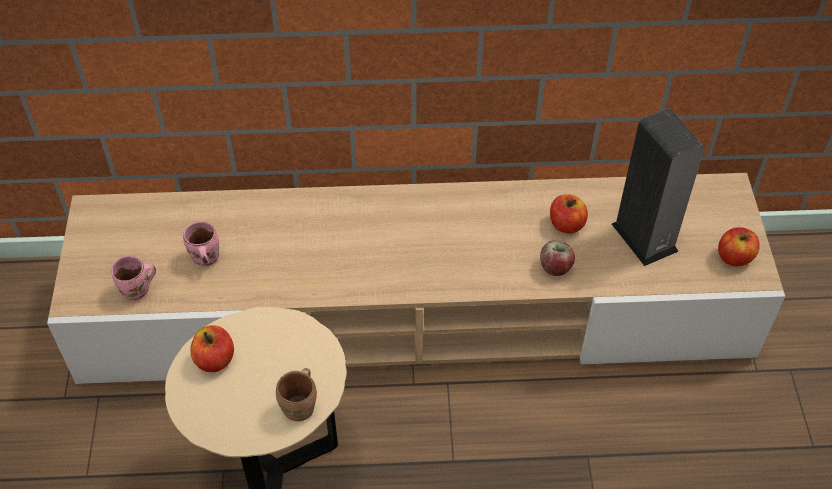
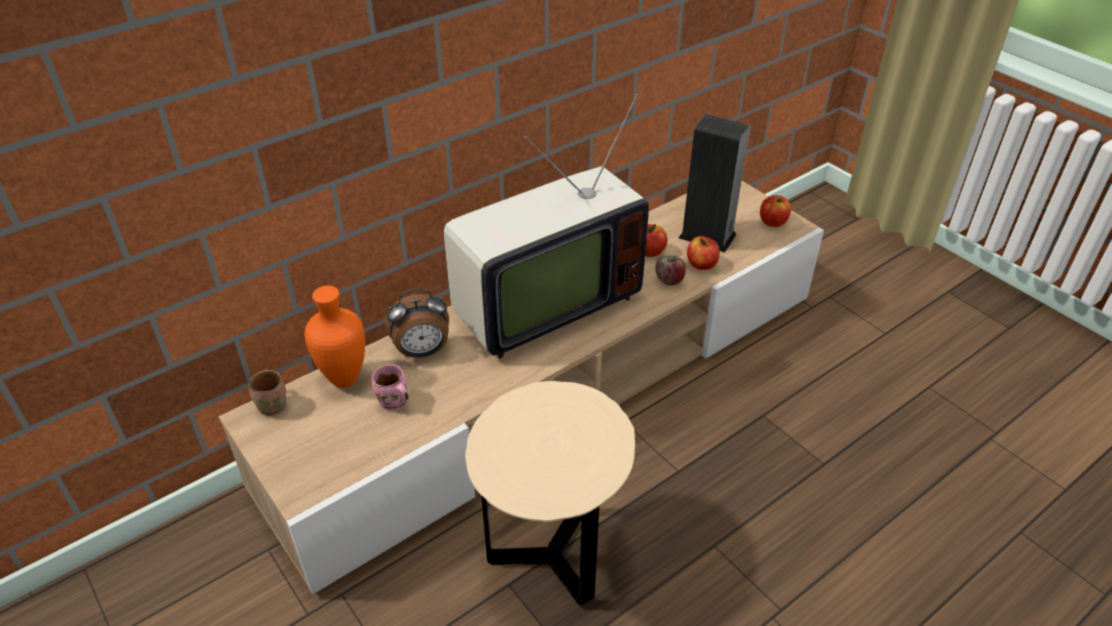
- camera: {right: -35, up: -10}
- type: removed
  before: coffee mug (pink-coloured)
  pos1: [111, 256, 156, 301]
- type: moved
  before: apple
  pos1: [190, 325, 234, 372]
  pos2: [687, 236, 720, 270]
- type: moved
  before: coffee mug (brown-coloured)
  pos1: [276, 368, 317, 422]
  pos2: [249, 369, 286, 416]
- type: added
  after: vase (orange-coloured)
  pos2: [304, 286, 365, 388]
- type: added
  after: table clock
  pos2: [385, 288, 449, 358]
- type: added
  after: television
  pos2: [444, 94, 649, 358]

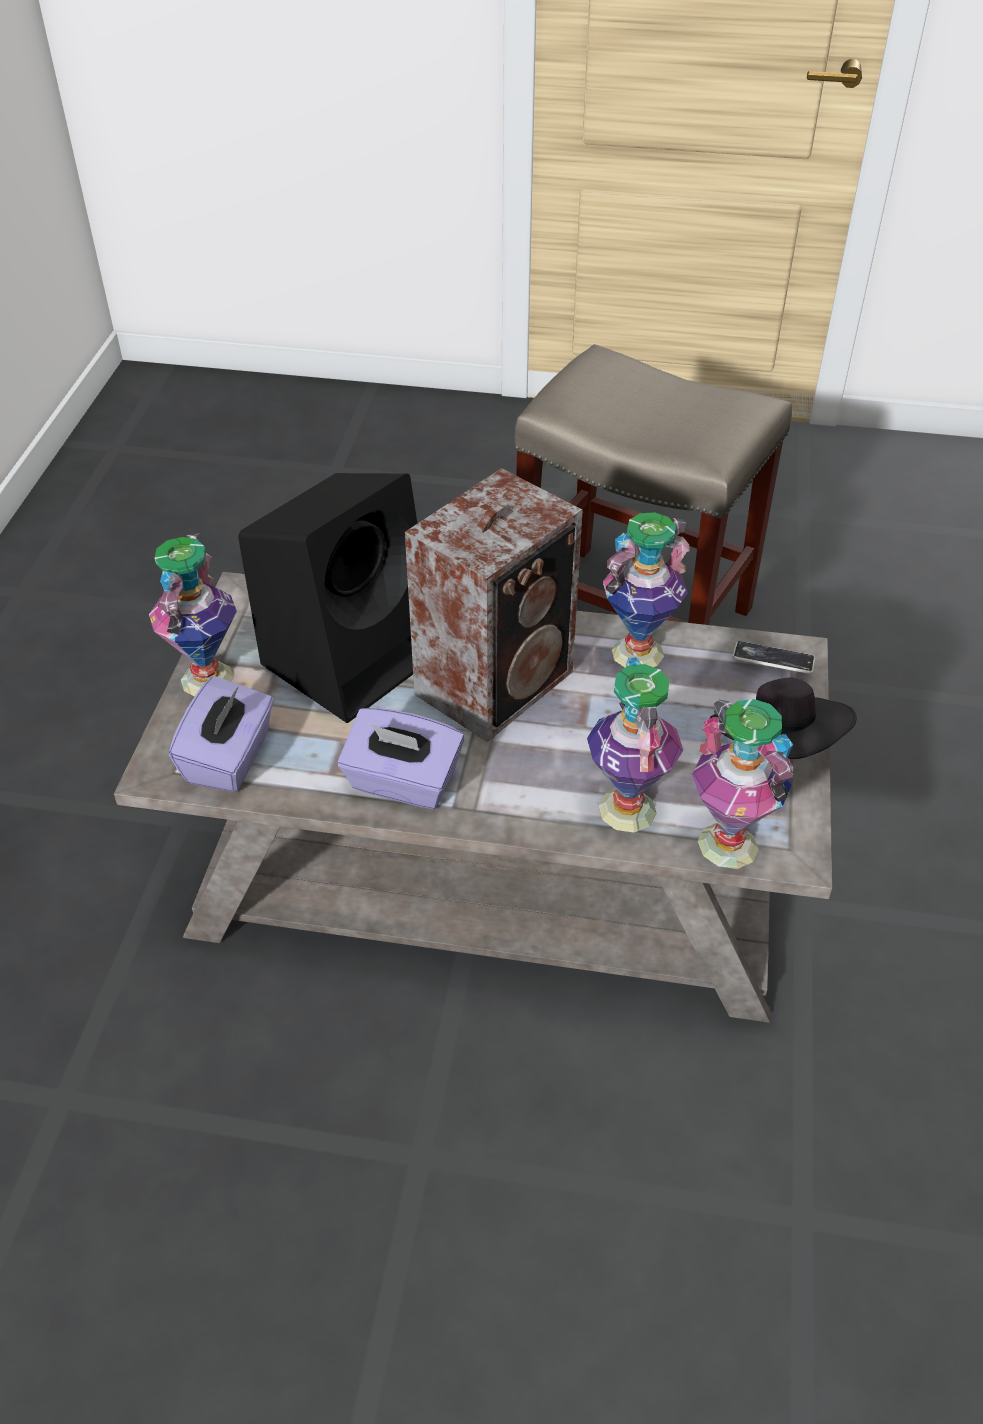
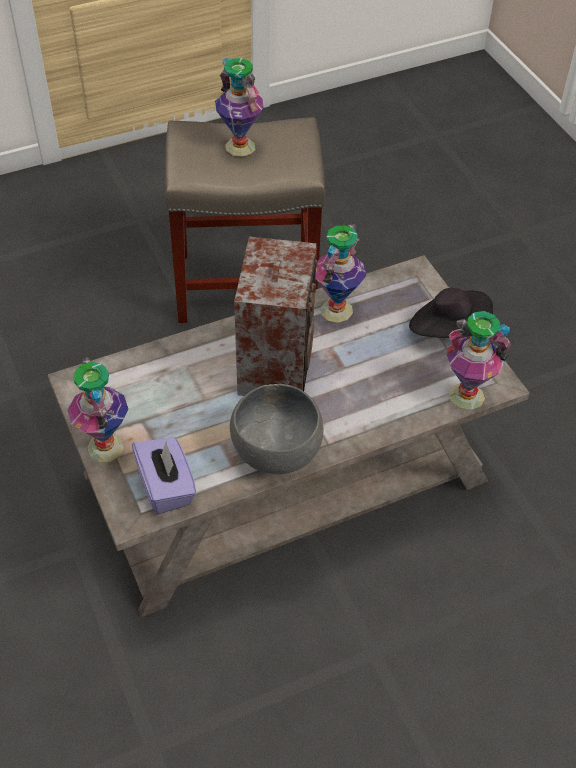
- camera: {right: -35, up: 5}
- type: removed
  before: loudspeaker (blackish)
  pos1: [238, 473, 417, 723]
- type: replaced
  before: tissue holder (purple-coloured)
  after: bowl (grey)
  pos1: [338, 708, 464, 809]
  pos2: [230, 384, 323, 474]
- type: moved
  before: vase
  pos1: [587, 657, 683, 832]
  pos2: [215, 58, 264, 157]
- type: removed
  before: phone
  pos1: [733, 641, 815, 674]

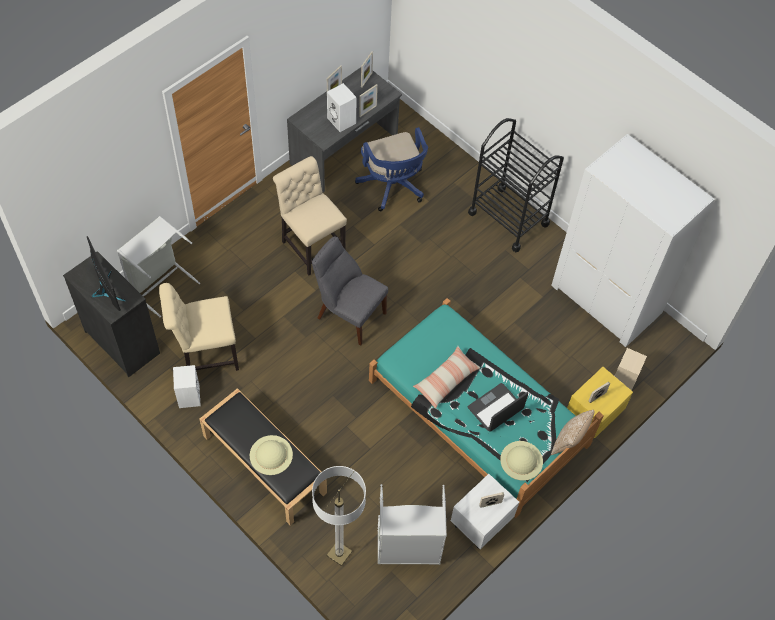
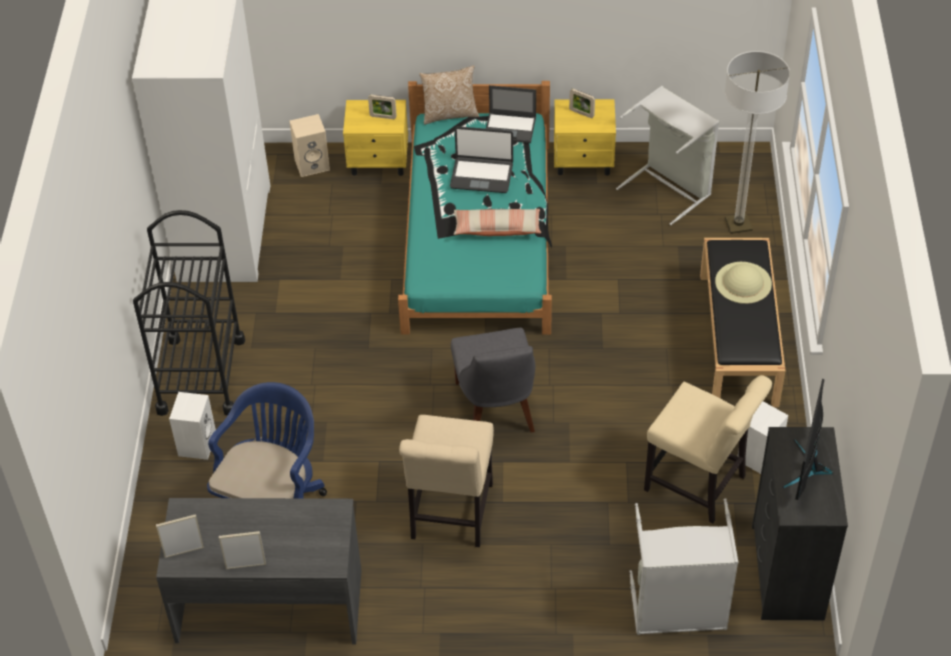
- camera: {right: -130, up: -10}
- type: moved
  before: loudspeaker (white-coloured)
  pos1: [327, 83, 357, 132]
  pos2: [169, 392, 216, 460]
- type: removed
  before: picture frame
  pos1: [359, 84, 378, 117]
- type: recoloured
  before: night table (white-coloured)
  after: night table (yellowish)
  pos1: [451, 474, 519, 549]
  pos2: [554, 99, 616, 176]
- type: replaced
  before: wearable hat (sand-coloured)
  after: notebook computer
  pos1: [500, 441, 543, 481]
  pos2: [486, 85, 536, 143]

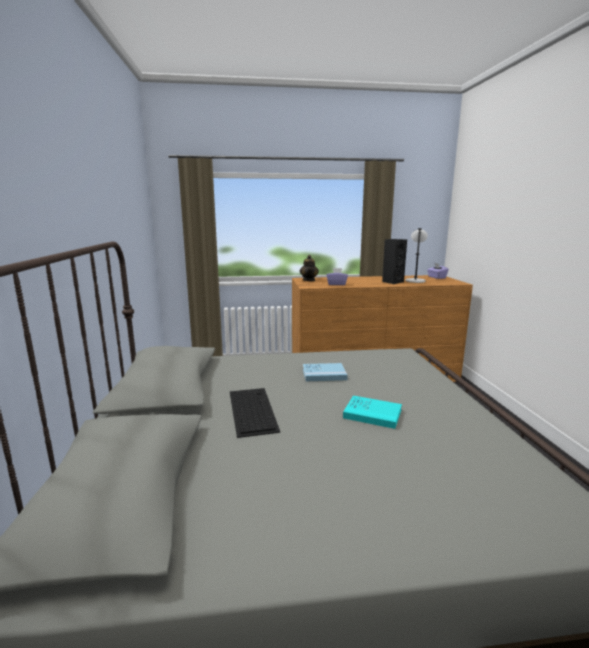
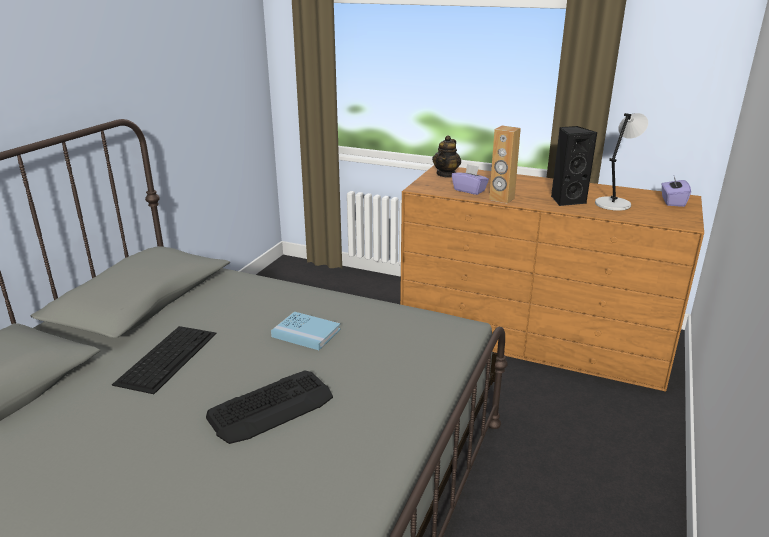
- camera: {right: 30, up: 10}
- type: replaced
  before: book (turquoise)
  after: computer keyboard
  pos1: [343, 396, 402, 429]
  pos2: [206, 370, 333, 444]
- type: added
  after: loudspeaker (brown-coloured)
  pos2: [489, 126, 521, 204]

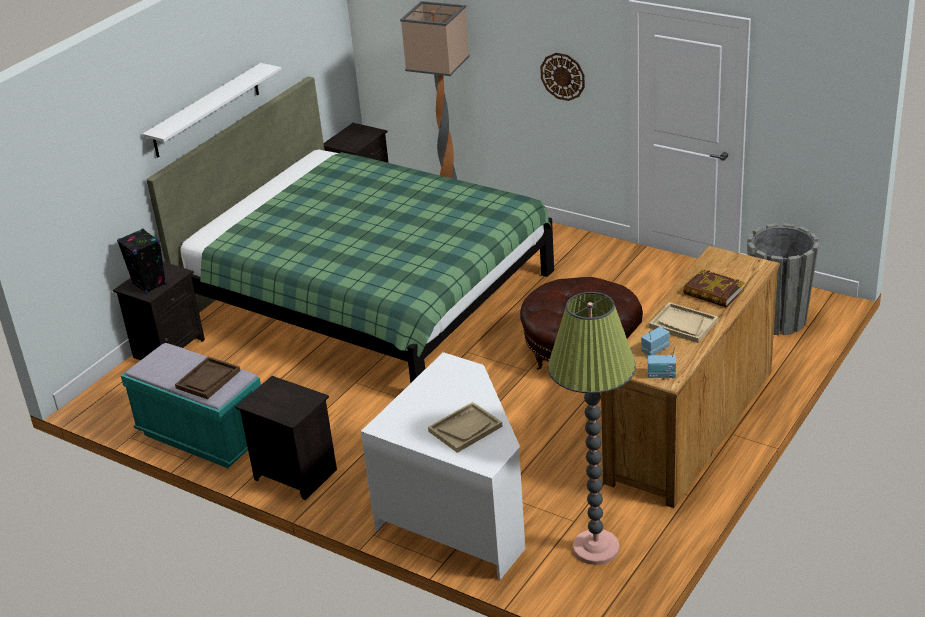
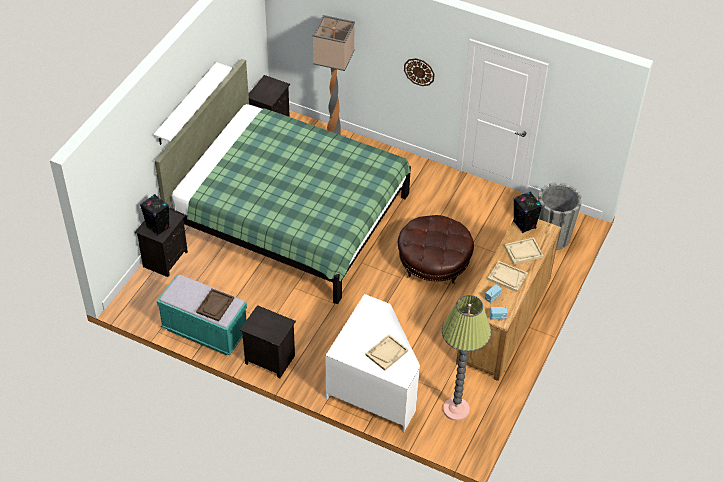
- camera: {right: -10, up: 15}
- type: replaced
  before: book
  after: carrying tray (sand-coloured)
  pos1: [683, 269, 745, 308]
  pos2: [504, 237, 544, 265]
- type: added
  after: loudspeaker (blackish)
  pos2: [513, 191, 542, 233]

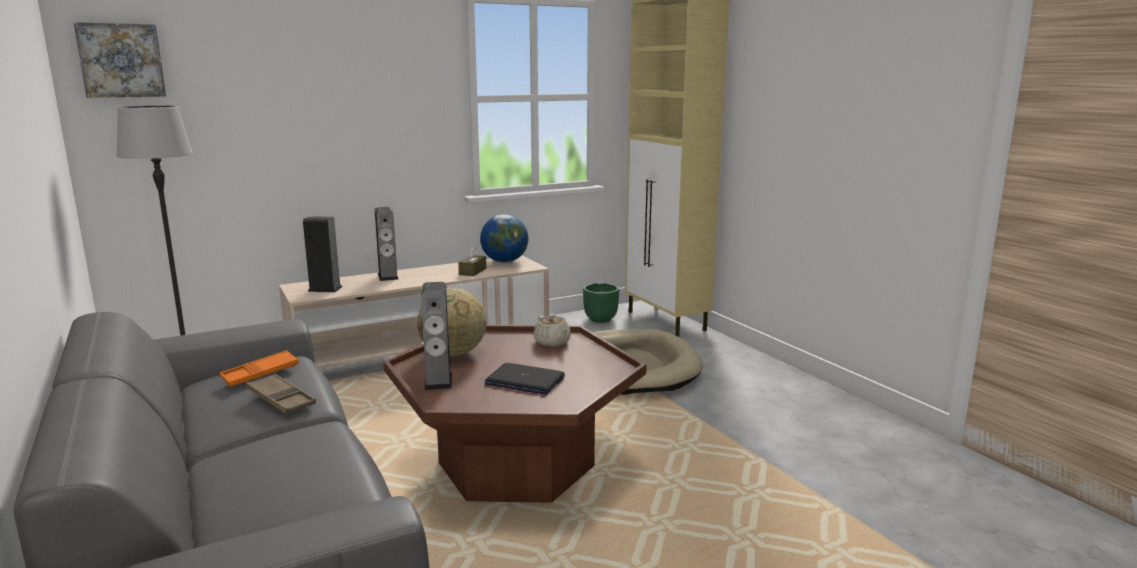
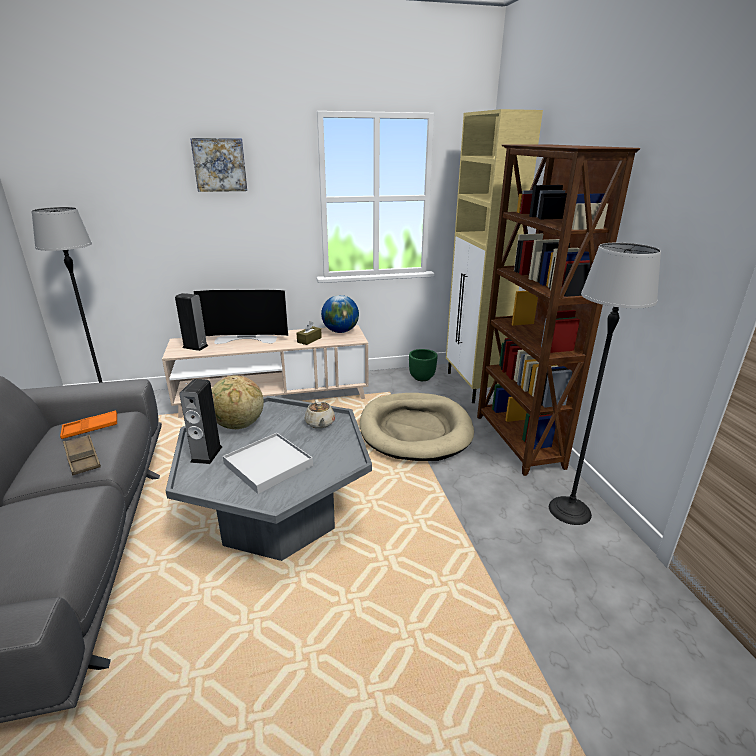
- camera: {right: 15, up: 10}
- type: moved
  before: wall art
  pos1: [74, 22, 166, 98]
  pos2: [190, 138, 247, 192]
- type: replaced
  before: loudspeaker
  after: television
  pos1: [375, 207, 399, 281]
  pos2: [193, 289, 289, 344]
- type: recoloured
  before: coffee table (brown-coloured)
  after: coffee table (grey)
  pos1: [383, 325, 647, 503]
  pos2: [166, 396, 372, 561]
- type: replaced
  before: notebook computer
  after: carrying tray (white-coloured)
  pos1: [485, 363, 565, 395]
  pos2: [223, 433, 313, 494]
- type: added
  after: bookcase (brown-coloured)
  pos2: [477, 144, 640, 476]
- type: added
  after: standing lamp
  pos2: [549, 243, 661, 525]

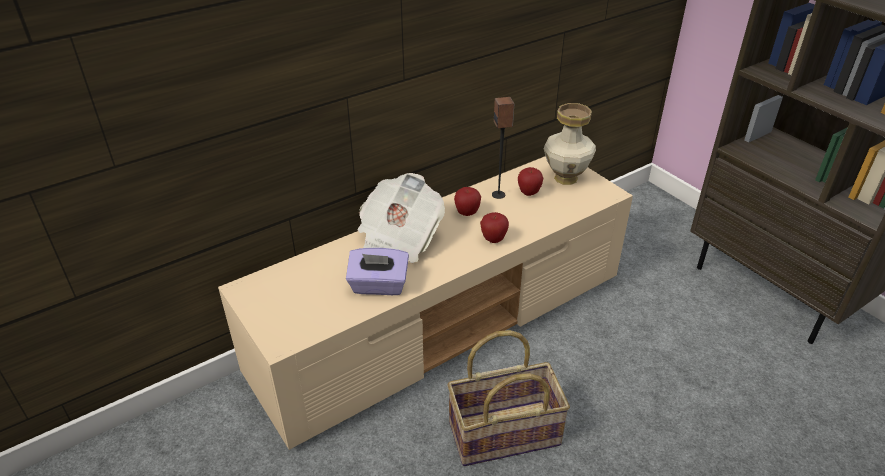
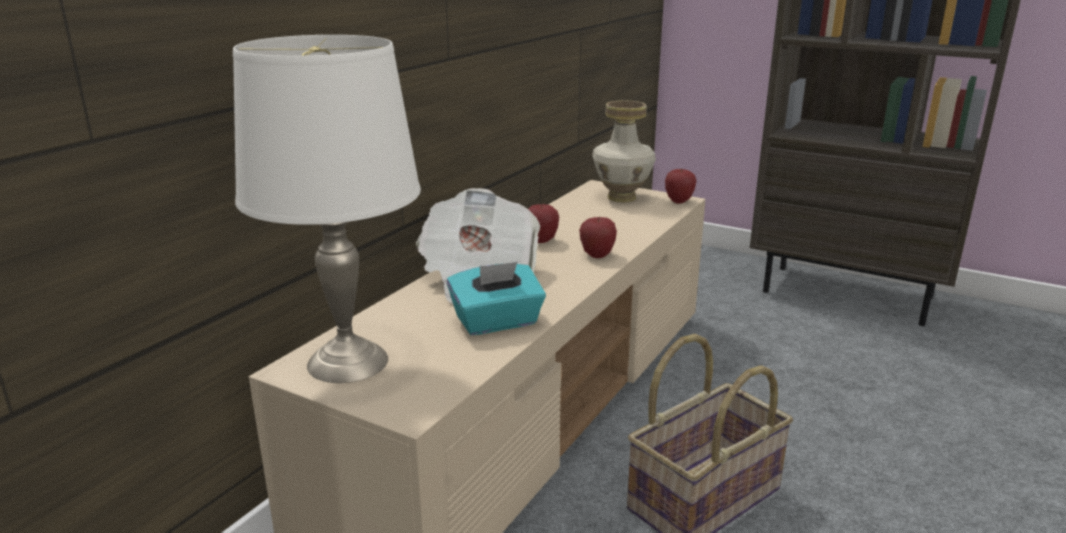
- camera: {right: -25, up: -15}
- type: recoloured
  before: tissue holder (purple-coloured)
  after: tissue holder (turquoise)
  pos1: [346, 248, 409, 295]
  pos2: [447, 262, 546, 335]
- type: removed
  before: loudspeaker
  pos1: [492, 97, 514, 199]
- type: moved
  before: apple
  pos1: [518, 167, 543, 196]
  pos2: [665, 168, 696, 204]
- type: added
  after: lamp for a table (white-coloured)
  pos2: [233, 35, 421, 383]

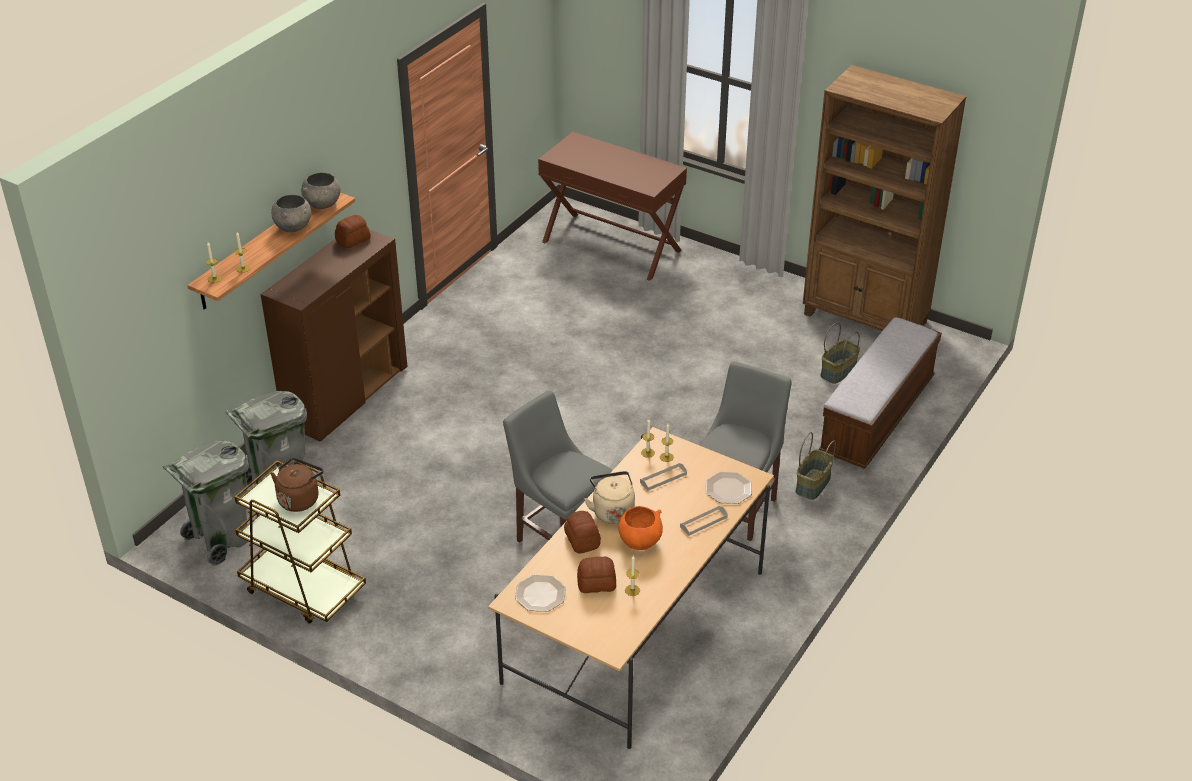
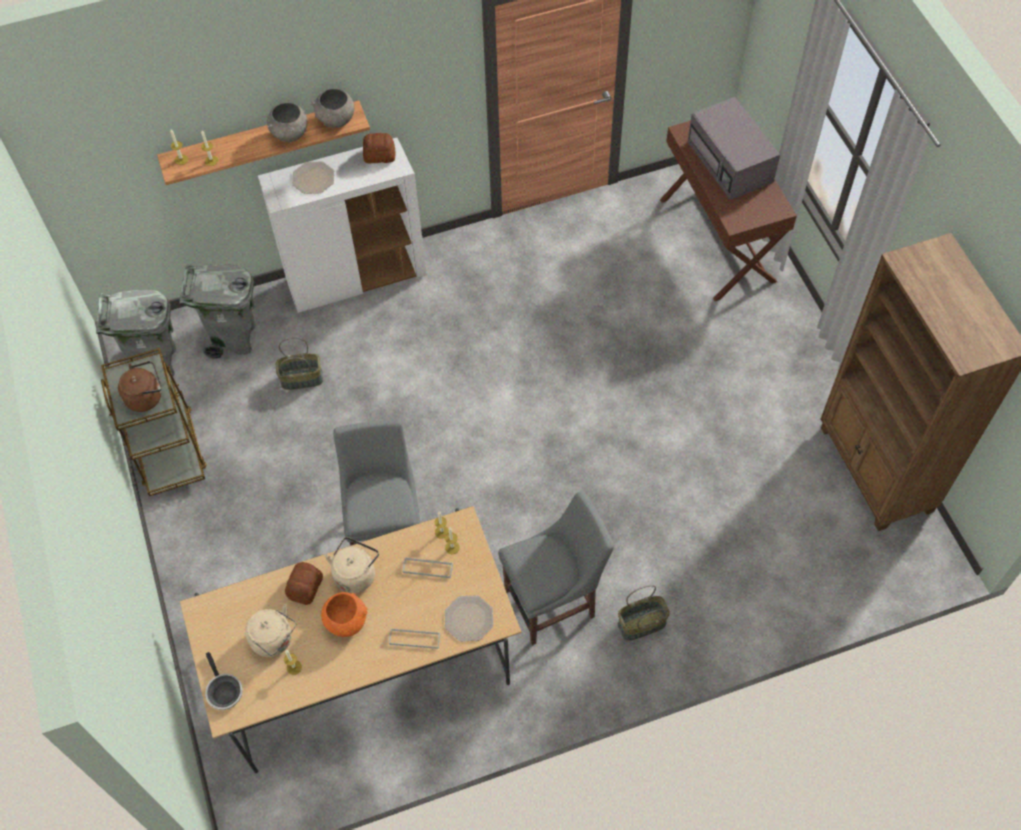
- camera: {right: 40, up: 20}
- type: recoloured
  before: storage cabinet (brown-coloured)
  after: storage cabinet (white-coloured)
  pos1: [261, 230, 407, 442]
  pos2: [258, 138, 427, 313]
- type: moved
  before: plate
  pos1: [515, 574, 566, 612]
  pos2: [292, 161, 334, 194]
- type: replaced
  before: baked bread
  after: kettle (sand-coloured)
  pos1: [577, 557, 616, 593]
  pos2: [245, 604, 296, 657]
- type: removed
  before: bench
  pos1: [819, 317, 941, 469]
- type: moved
  before: storage basket
  pos1: [820, 322, 860, 384]
  pos2: [276, 337, 323, 390]
- type: added
  after: frying pan
  pos2: [205, 652, 243, 710]
- type: added
  after: microwave (grey)
  pos2: [688, 97, 780, 200]

